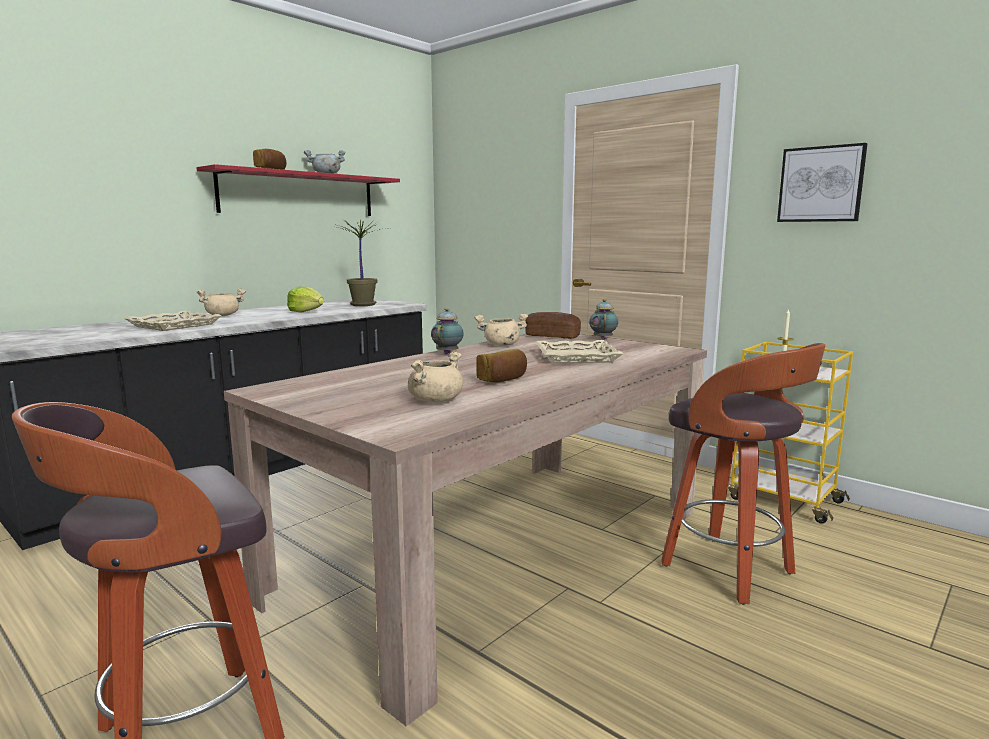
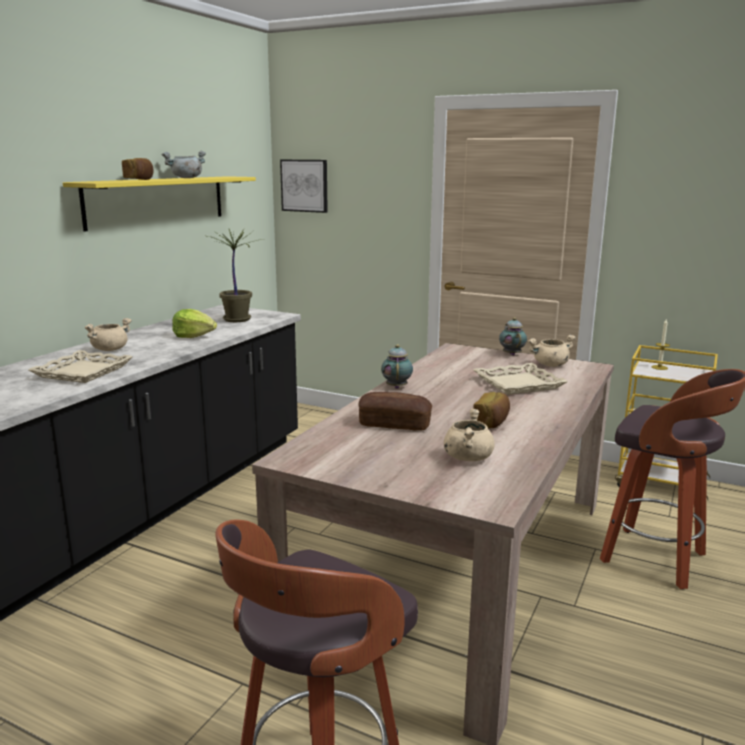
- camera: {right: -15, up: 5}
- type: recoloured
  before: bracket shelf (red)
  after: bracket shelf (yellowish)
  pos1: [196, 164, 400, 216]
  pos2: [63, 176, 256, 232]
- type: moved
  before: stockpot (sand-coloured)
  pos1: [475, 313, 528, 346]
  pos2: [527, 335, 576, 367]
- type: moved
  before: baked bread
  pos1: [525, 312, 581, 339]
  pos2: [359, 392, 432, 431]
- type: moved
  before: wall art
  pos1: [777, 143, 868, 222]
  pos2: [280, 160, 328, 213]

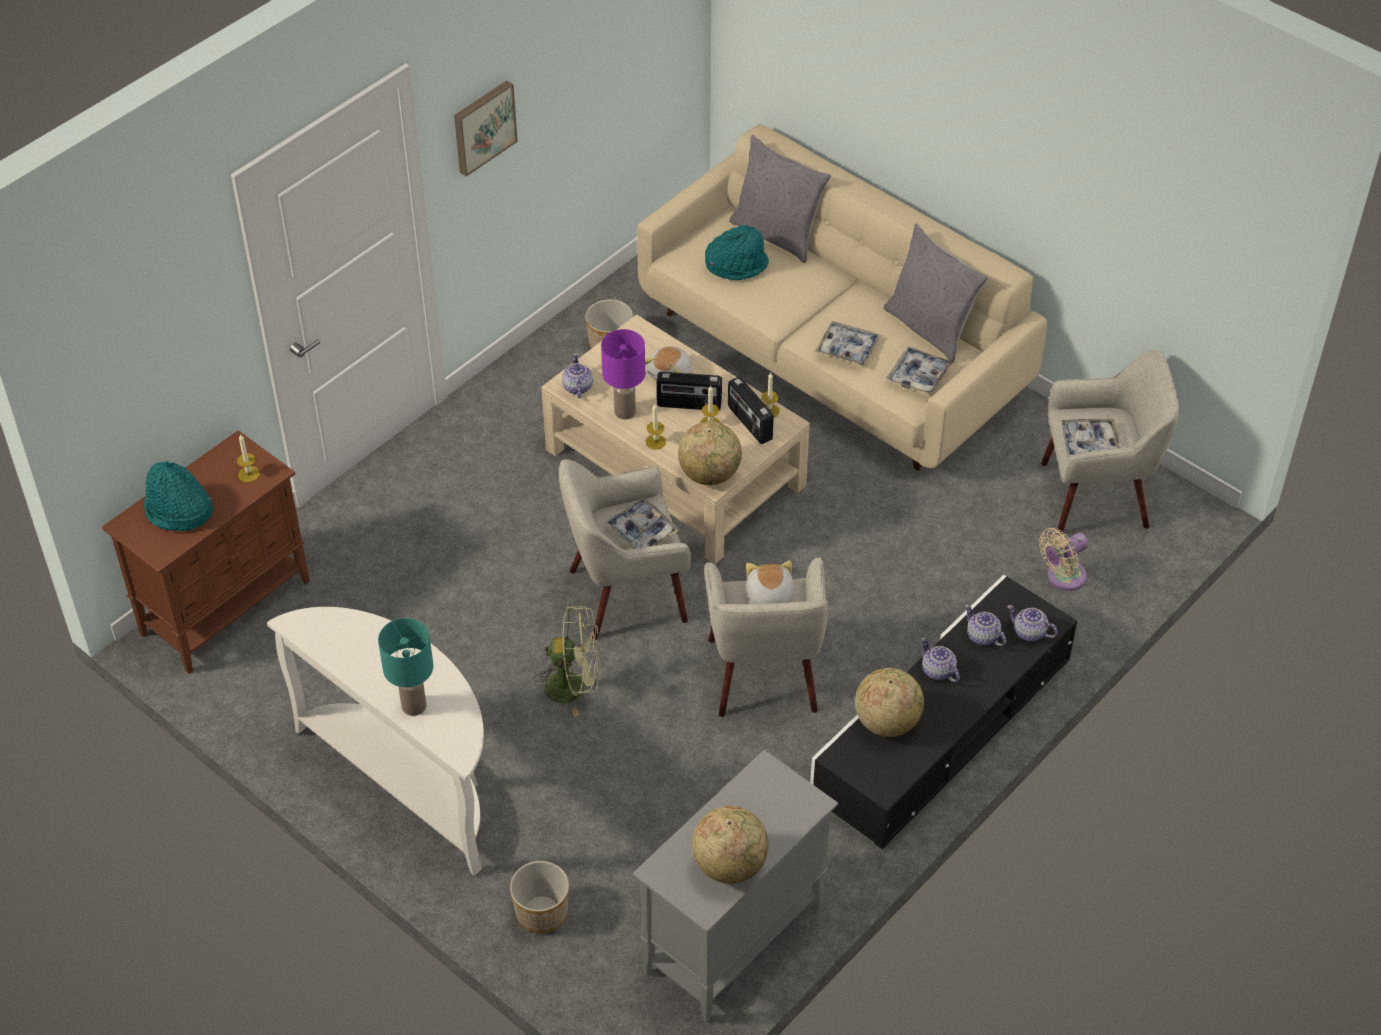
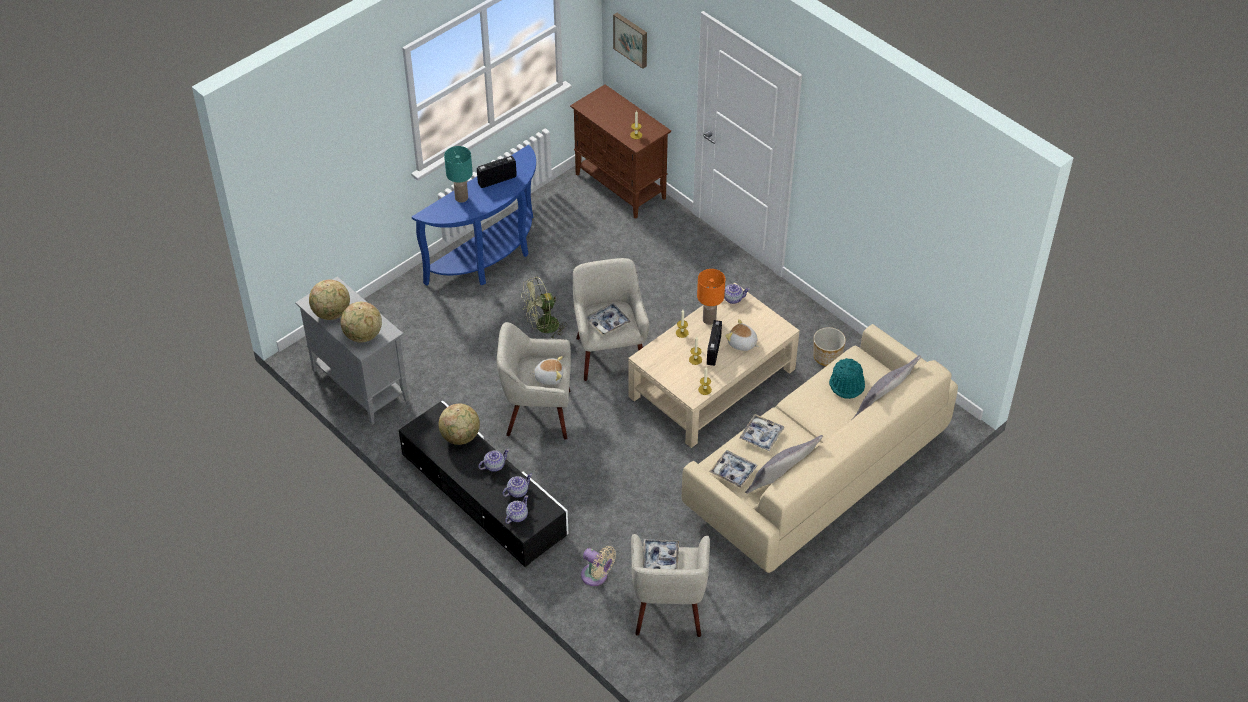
- camera: {right: 95, up: 0}
- type: removed
  before: wearable hat (turquoise)
  pos1: [144, 461, 213, 531]
- type: recoloured
  before: narrow table (white-coloured)
  after: narrow table (bluish)
  pos1: [267, 607, 484, 876]
  pos2: [412, 145, 536, 286]
- type: moved
  before: wall art
  pos1: [454, 81, 518, 177]
  pos2: [613, 13, 647, 69]
- type: removed
  before: flower pot
  pos1: [510, 861, 569, 933]
- type: turned
  before: cooling fan (greenish)
  pos1: [533, 605, 601, 717]
  pos2: [521, 276, 567, 339]
  turn: 60
- type: recoloured
  before: lamp for a table (purple-coloured)
  after: lamp for a table (orange-coloured)
  pos1: [601, 329, 645, 420]
  pos2: [697, 269, 725, 325]
- type: moved
  before: desk globe
  pos1: [678, 421, 742, 485]
  pos2: [340, 302, 382, 343]
- type: moved
  before: radio receiver
  pos1: [728, 376, 774, 444]
  pos2: [477, 156, 517, 188]
- type: turned
  before: cooling fan (sand-coloured)
  pos1: [1039, 528, 1089, 591]
  pos2: [581, 546, 616, 586]
  turn: 150

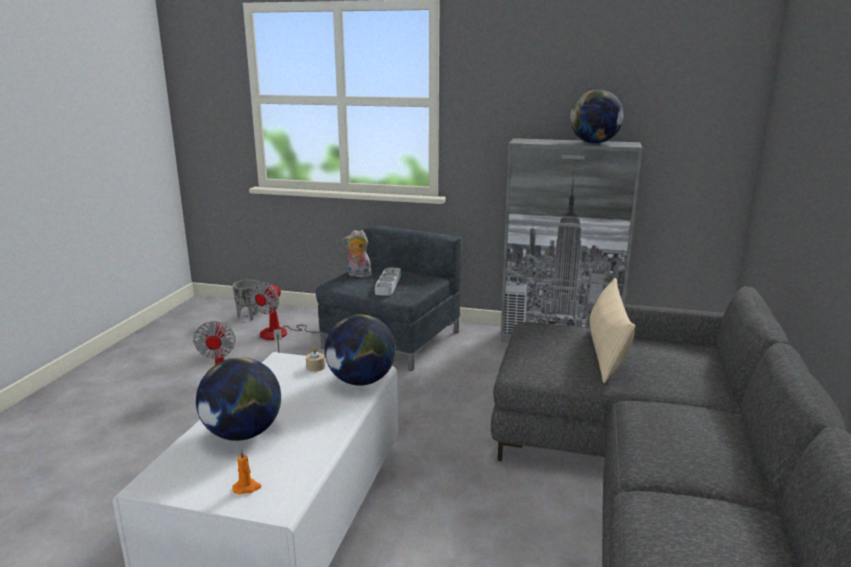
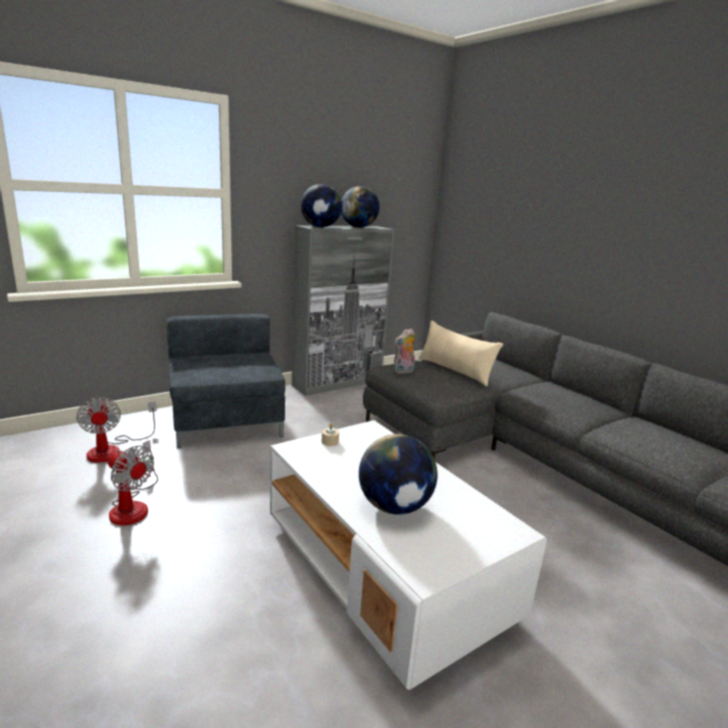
- camera: {right: -50, up: 0}
- type: removed
  before: flower pot (grey)
  pos1: [232, 280, 259, 320]
- type: removed
  before: wax candle (orange-coloured)
  pos1: [232, 450, 262, 494]
- type: moved
  before: desk globe
  pos1: [325, 314, 396, 386]
  pos2: [301, 184, 342, 227]
- type: moved
  before: cuddly toy
  pos1: [343, 230, 373, 277]
  pos2: [394, 328, 415, 374]
- type: removed
  before: carrying tray (grey)
  pos1: [375, 267, 401, 296]

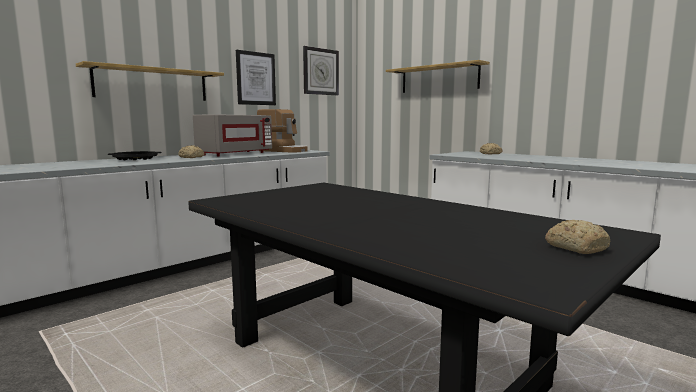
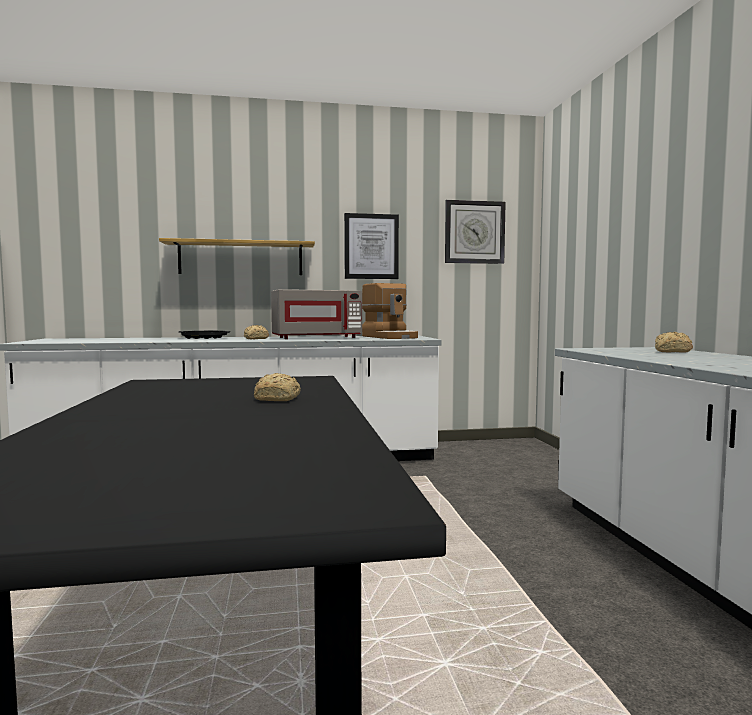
- camera: {right: 35, up: -5}
- type: removed
  before: bracket shelf
  pos1: [386, 60, 490, 93]
- type: moved
  before: baked bread
  pos1: [545, 220, 610, 254]
  pos2: [254, 373, 301, 401]

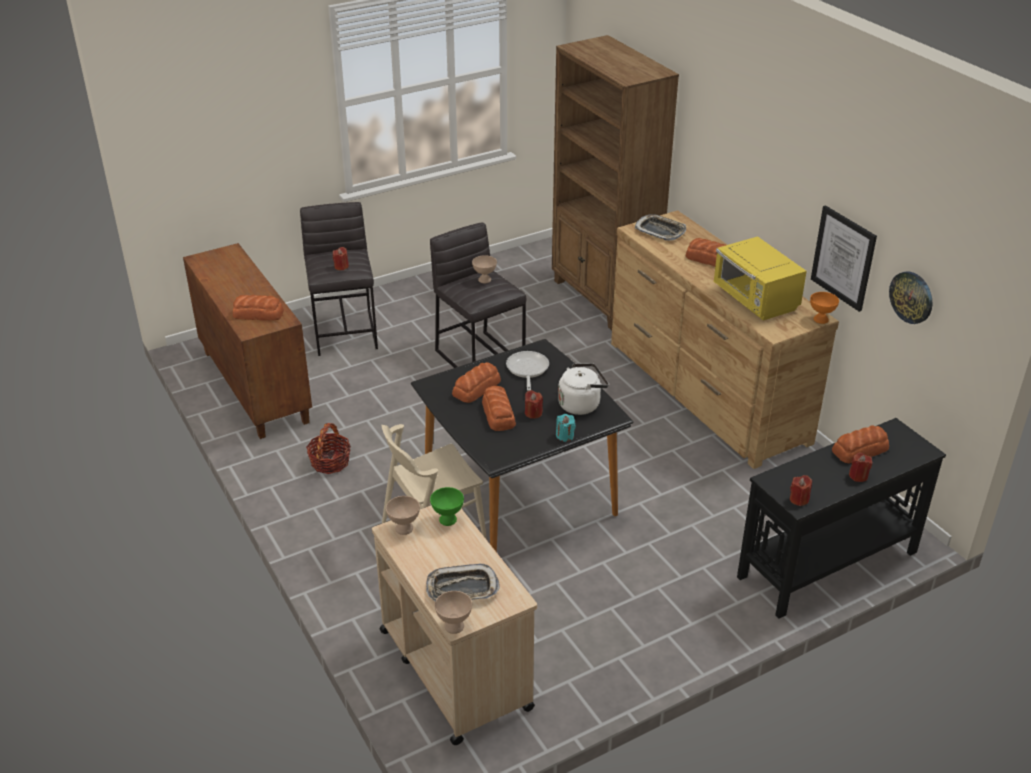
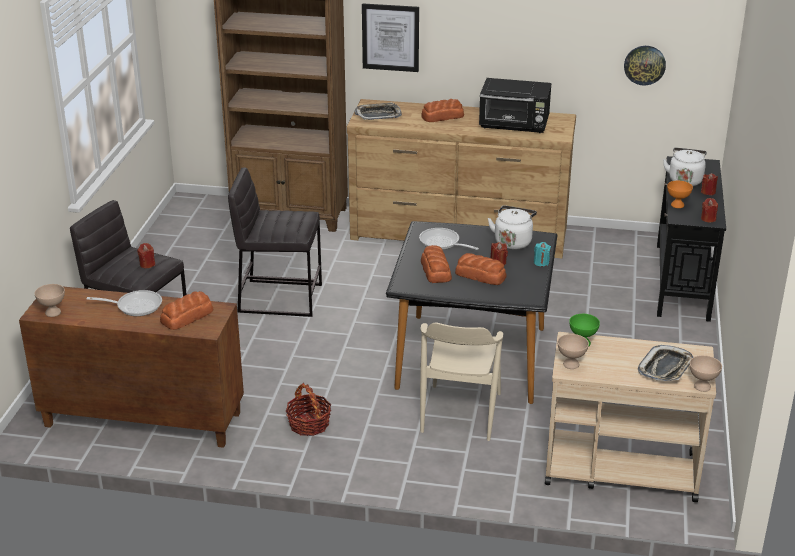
- camera: {right: -50, up: -5}
- type: moved
  before: bowl (sand-coloured)
  pos1: [472, 255, 497, 283]
  pos2: [34, 284, 65, 317]
- type: recoloured
  before: microwave (yellowish)
  after: microwave (blackish)
  pos1: [713, 236, 807, 321]
  pos2: [479, 78, 551, 133]
- type: moved
  before: bowl (orange-coloured)
  pos1: [810, 292, 839, 324]
  pos2: [667, 181, 693, 208]
- type: moved
  before: wall art
  pos1: [811, 205, 877, 312]
  pos2: [362, 3, 419, 72]
- type: replaced
  before: baked bread
  after: kettle (white-coloured)
  pos1: [832, 425, 889, 464]
  pos2: [663, 148, 707, 186]
- type: added
  after: frying pan
  pos2: [87, 290, 162, 316]

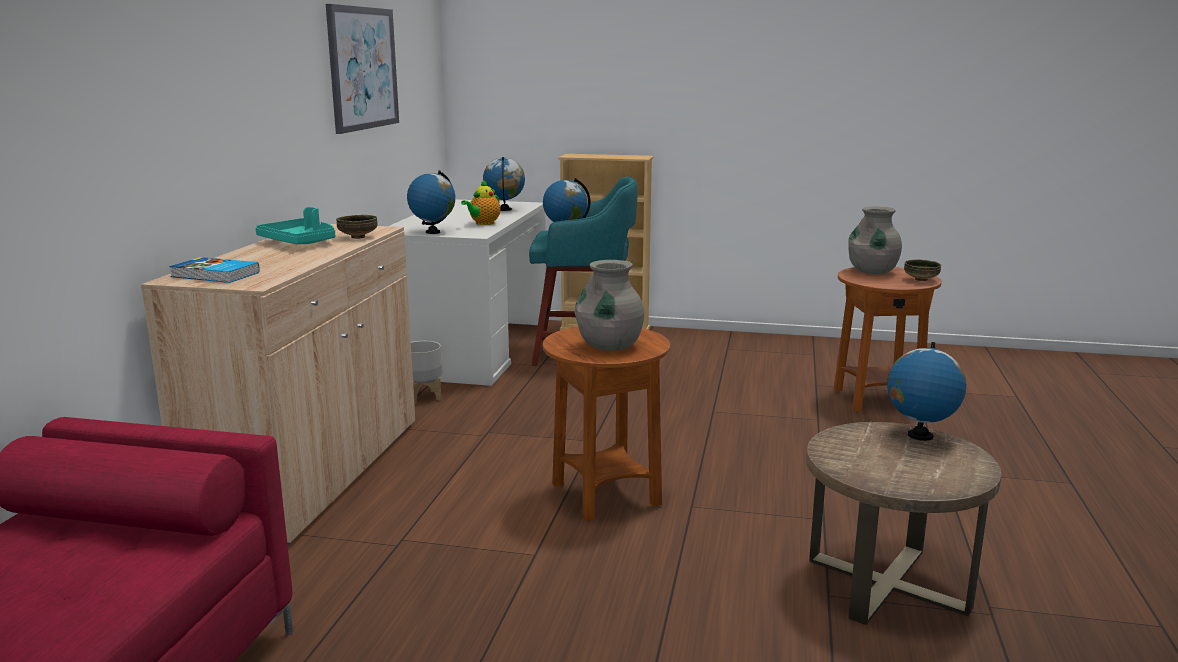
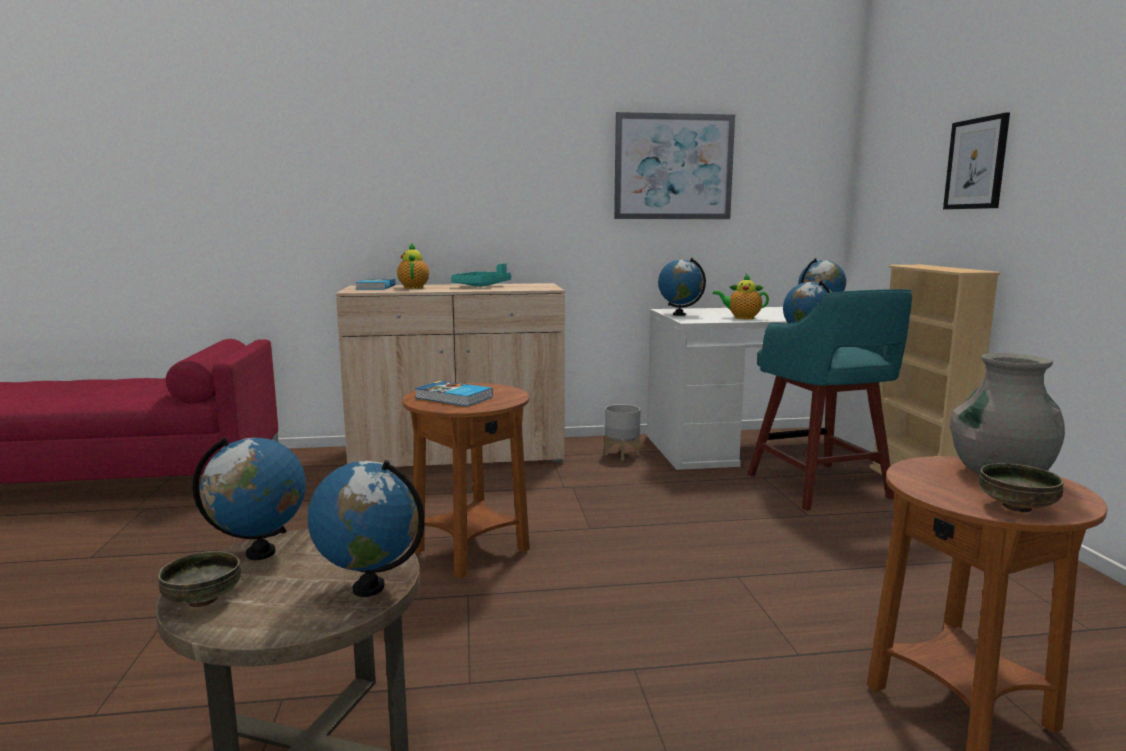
- camera: {right: 70, up: -5}
- type: moved
  before: bowl
  pos1: [336, 215, 377, 239]
  pos2: [158, 551, 241, 607]
- type: replaced
  before: vase (grey)
  after: book
  pos1: [575, 260, 644, 351]
  pos2: [415, 381, 493, 406]
- type: added
  after: desk globe
  pos2: [192, 437, 306, 560]
- type: added
  after: pot for tea
  pos2: [397, 243, 429, 289]
- type: added
  after: wall art
  pos2: [943, 113, 1010, 209]

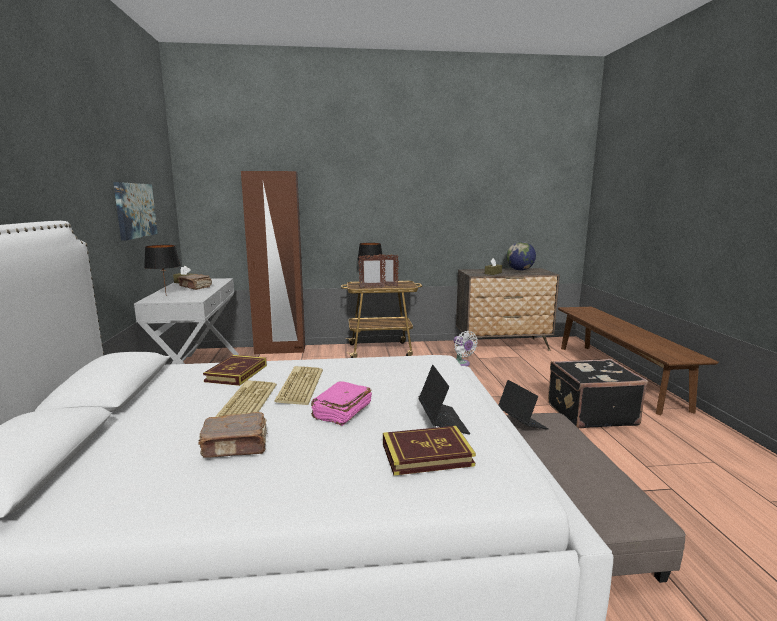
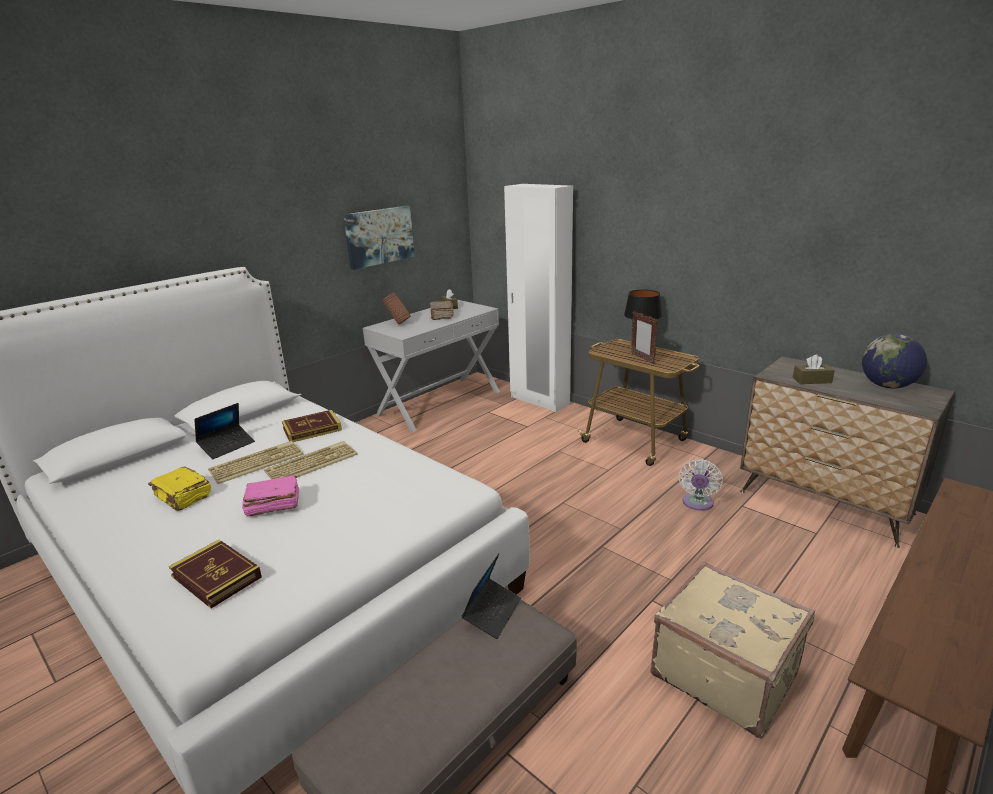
- camera: {right: 50, up: 10}
- type: replaced
  before: lamp for a table (blackish)
  after: vase (brown-coloured)
  pos1: [144, 245, 181, 292]
  pos2: [382, 293, 411, 324]
- type: recoloured
  before: book (brown-coloured)
  after: book (yellowish)
  pos1: [198, 412, 267, 458]
  pos2: [148, 466, 211, 511]
- type: recoloured
  before: wardrobe (brown-coloured)
  after: wardrobe (white-coloured)
  pos1: [241, 171, 305, 354]
  pos2: [504, 184, 573, 412]
- type: removed
  before: picture frame
  pos1: [358, 255, 386, 288]
- type: moved
  before: notebook computer
  pos1: [419, 365, 470, 435]
  pos2: [194, 403, 255, 459]
- type: recoloured
  before: suitcase (blackish)
  after: suitcase (sand-coloured)
  pos1: [548, 359, 648, 429]
  pos2: [650, 562, 815, 739]

